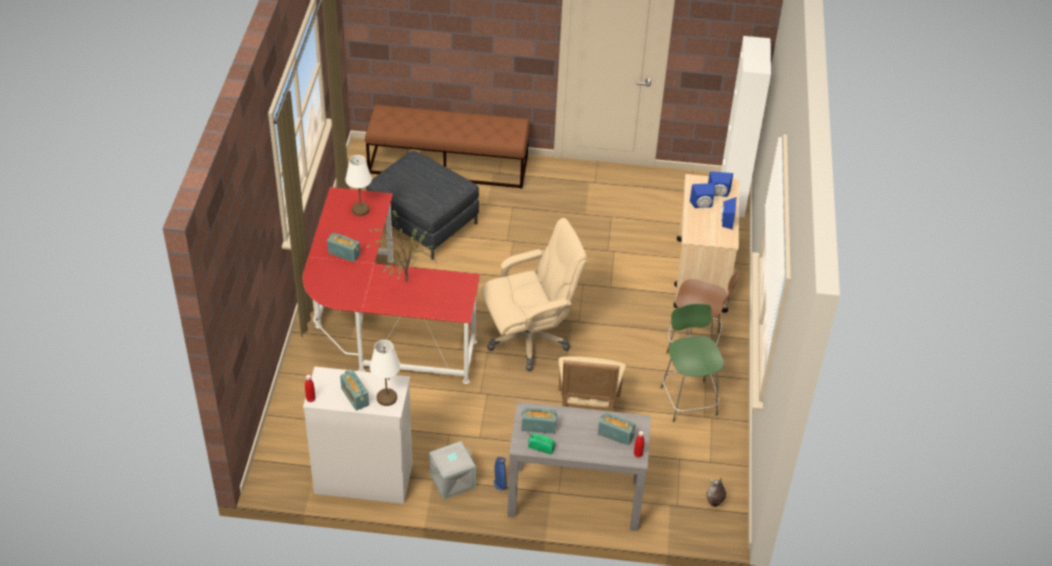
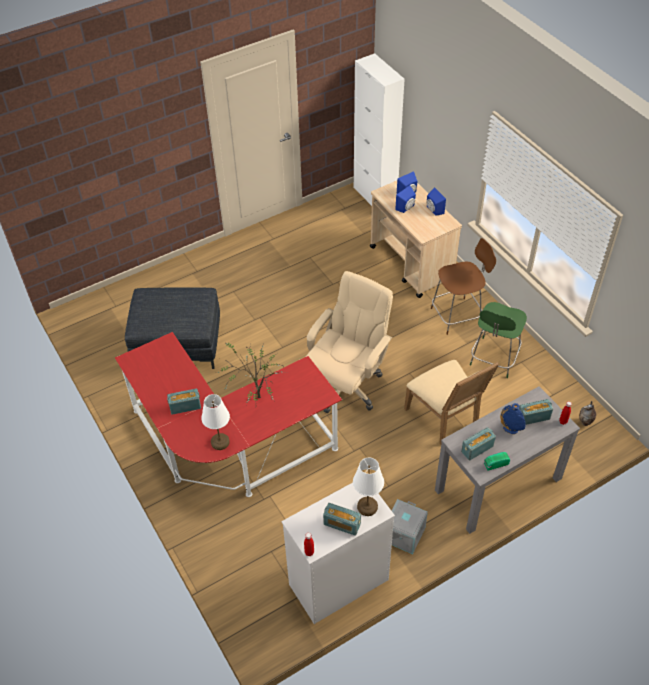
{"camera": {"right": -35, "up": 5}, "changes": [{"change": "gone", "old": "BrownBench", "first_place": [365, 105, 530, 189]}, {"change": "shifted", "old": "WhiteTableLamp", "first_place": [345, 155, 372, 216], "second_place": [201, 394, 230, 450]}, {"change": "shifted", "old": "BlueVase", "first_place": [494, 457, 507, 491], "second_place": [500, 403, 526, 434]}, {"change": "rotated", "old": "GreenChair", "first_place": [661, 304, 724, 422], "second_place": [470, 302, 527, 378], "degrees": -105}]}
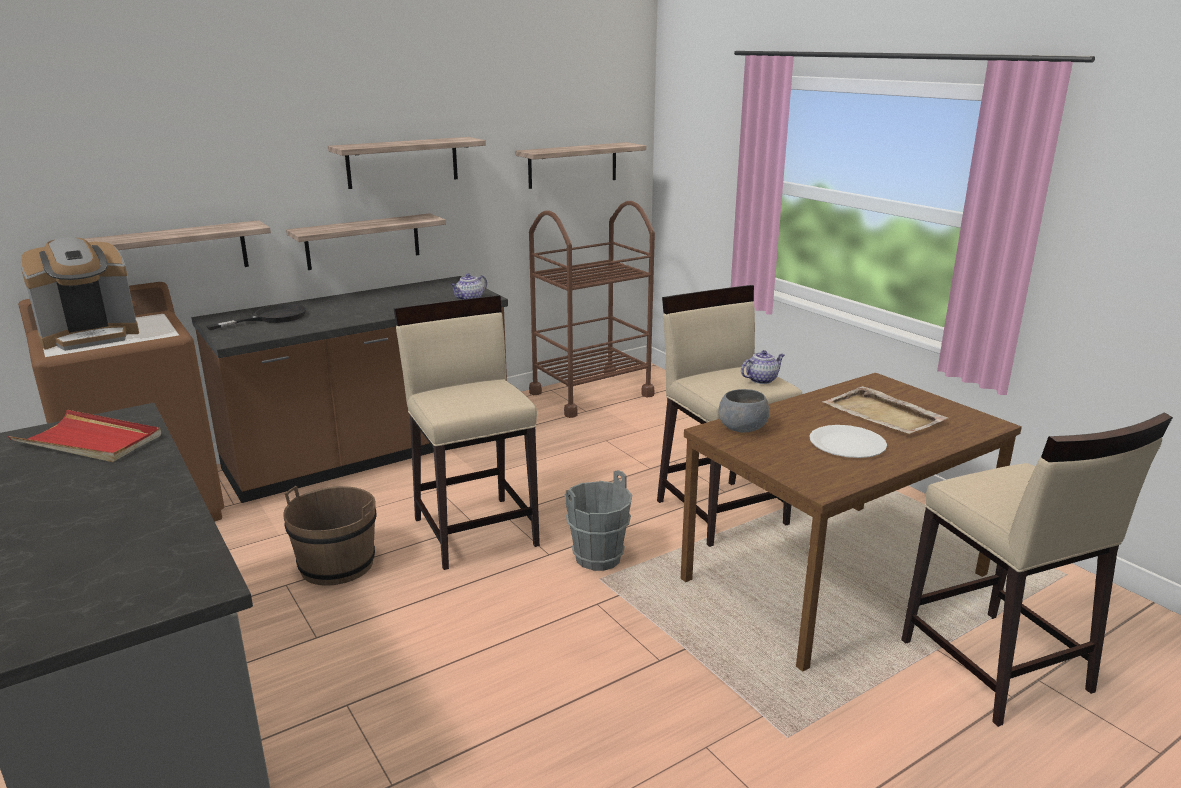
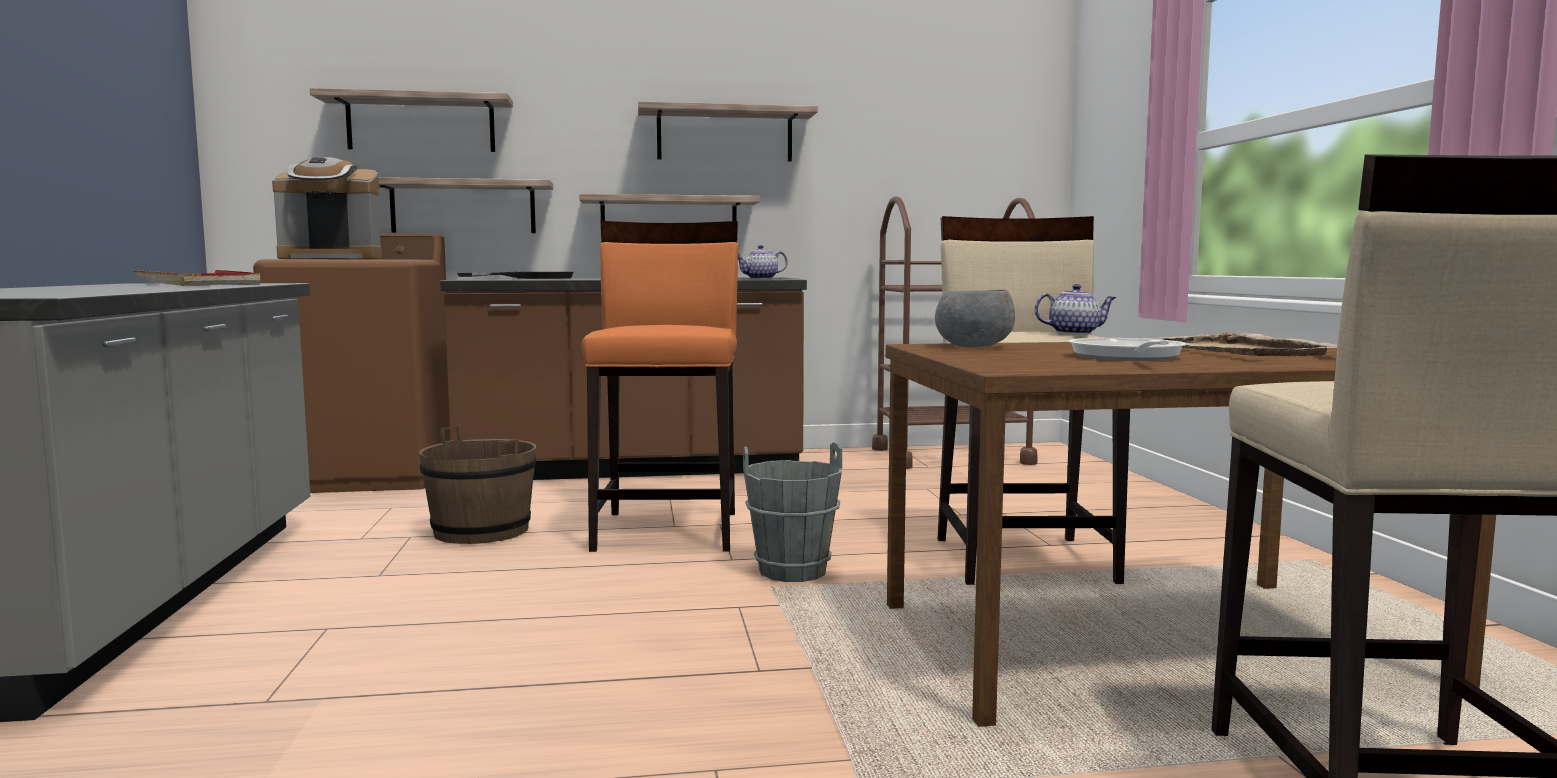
{"camera": {"right": 25, "up": -15}, "changes": [{"change": "shifted", "old": "Shelf", "first_place": [515, 142, 646, 189], "second_place": [310, 88, 513, 152]}, {"change": "swapped", "old": "WhitePlate", "new": "FryingPan", "first_place": [809, 425, 887, 458], "second_place": [1068, 338, 1186, 361]}, {"change": "repainted", "old": "BeigeStool", "new": "OrangeStool", "first_place": [394, 295, 540, 570], "second_place": [582, 221, 738, 552]}]}
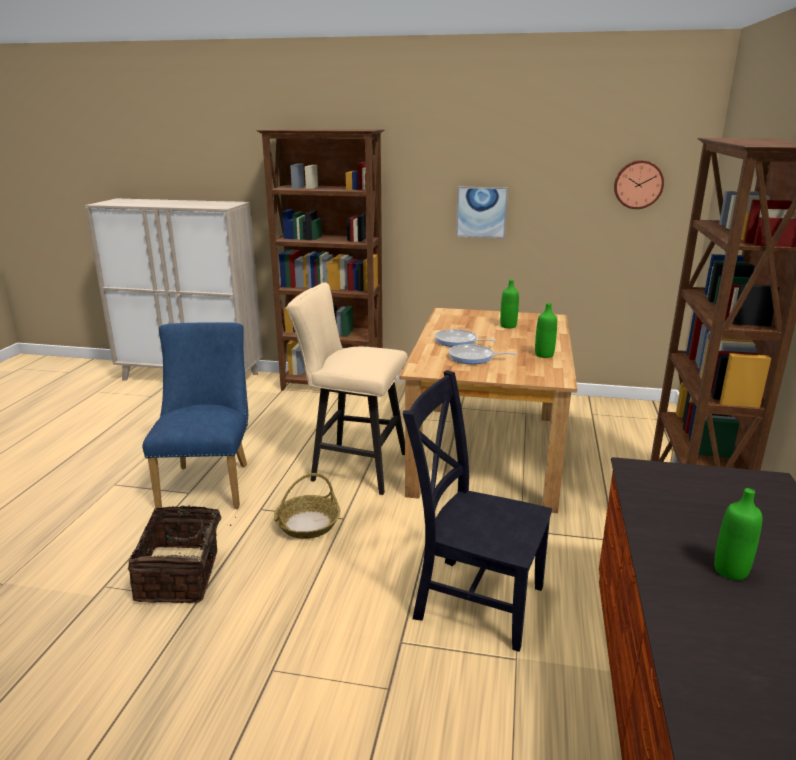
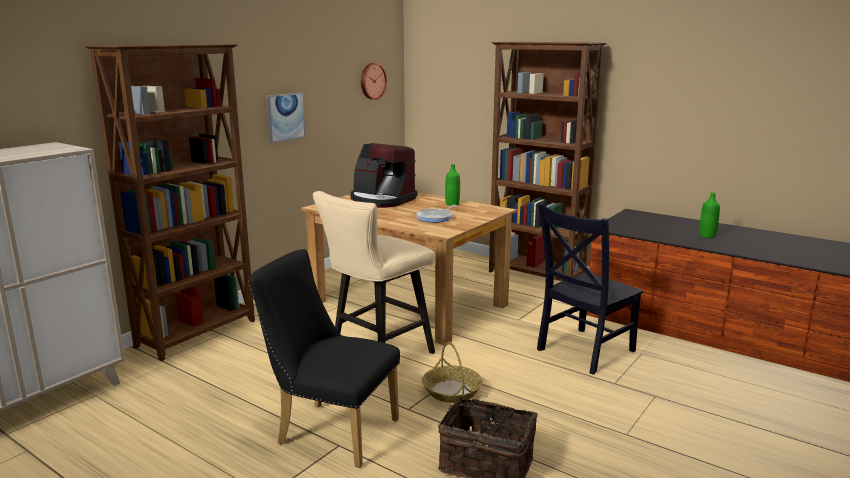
{"camera": {"right": -65, "up": -5}, "changes": [{"change": "gone", "old": "FryingPan", "first_place": [435, 329, 496, 347]}, {"change": "swapped", "old": "GreenBottle", "new": "CoffeeMachine", "first_place": [500, 280, 519, 328], "second_place": [350, 143, 417, 208]}, {"change": "repainted", "old": "BlueChair", "new": "BlackChair", "first_place": [142, 322, 248, 509], "second_place": [248, 249, 400, 468]}]}
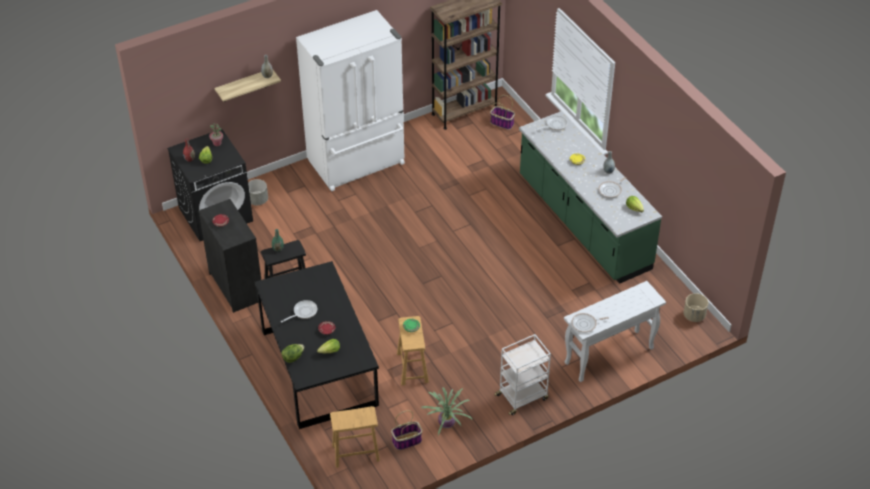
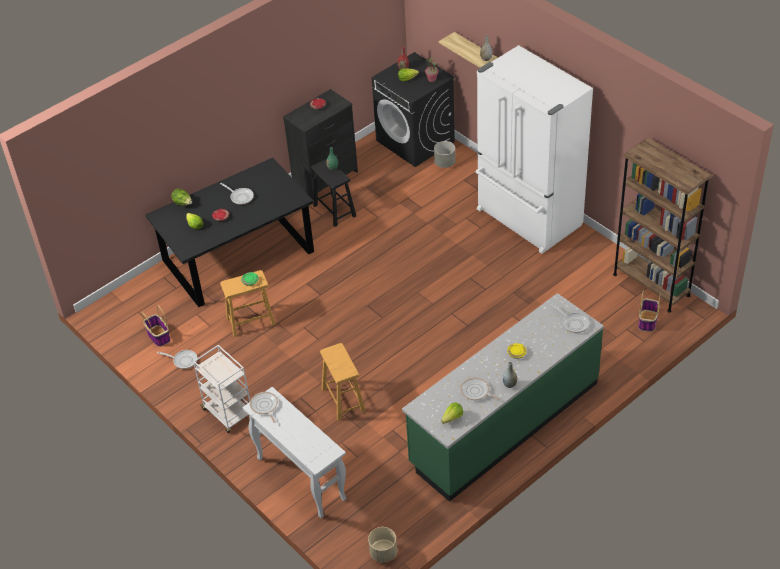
{"camera": {"right": 80, "up": 0}, "changes": [{"change": "shifted", "old": "BrownStool", "first_place": [330, 406, 380, 468], "second_place": [320, 343, 366, 421]}, {"change": "swapped", "old": "PottedPlant", "new": "FryingPan", "first_place": [421, 387, 473, 435], "second_place": [157, 350, 197, 369]}]}
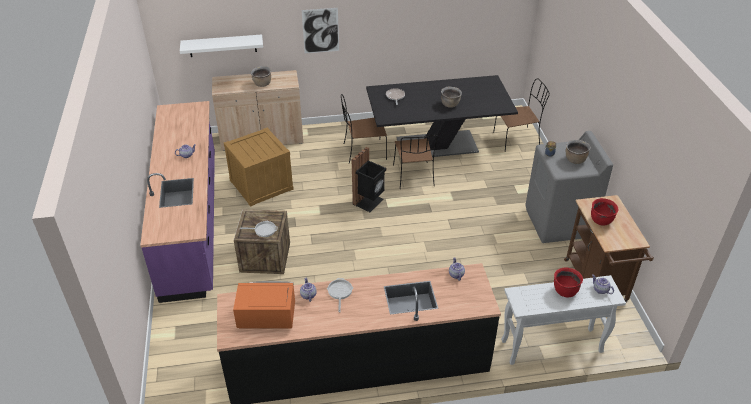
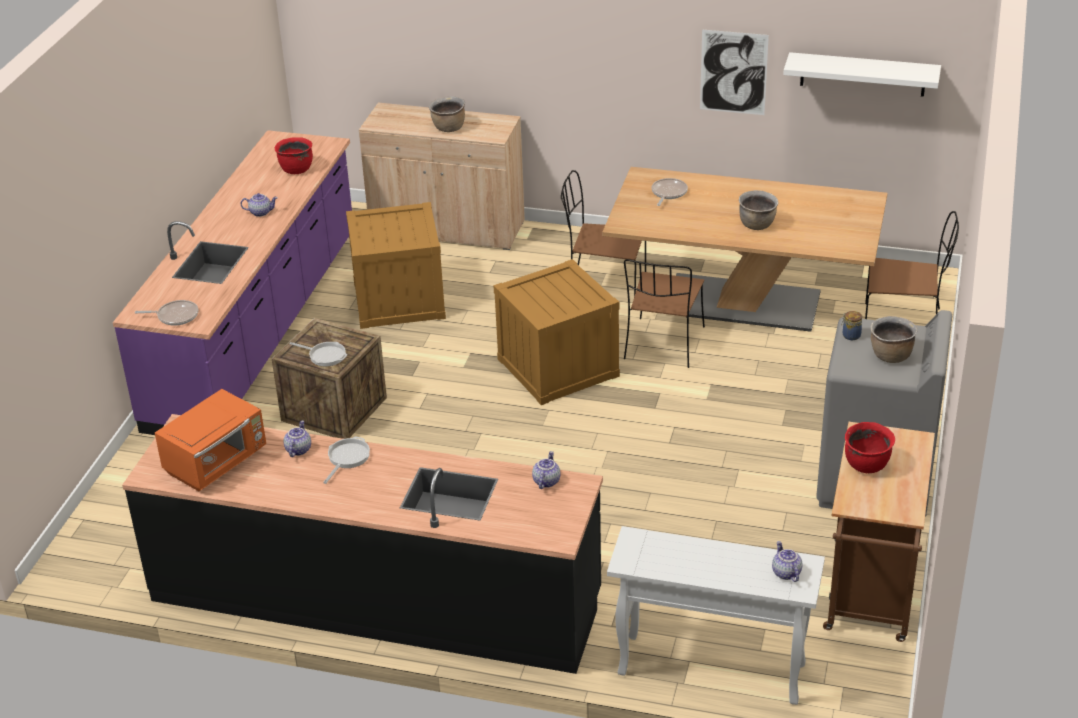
{"camera": {"right": 25, "up": -5}, "changes": [{"change": "new", "new": "FryingPan", "second_place": [135, 300, 198, 326]}, {"change": "shifted", "old": "WhiteShelf", "first_place": [180, 34, 263, 57], "second_place": [783, 52, 941, 97]}, {"change": "shifted", "old": "Picture", "first_place": [302, 8, 339, 53], "second_place": [700, 30, 769, 115]}, {"change": "shifted", "old": "RedCookingPot", "first_place": [554, 267, 583, 297], "second_place": [275, 137, 313, 174]}, {"change": "swapped", "old": "BlackTrashCan", "new": "Crate", "first_place": [351, 147, 386, 212], "second_place": [493, 259, 620, 405]}, {"change": "repainted", "old": "BlackDiningTable", "new": "BeigeDiningTable", "first_place": [366, 75, 518, 157], "second_place": [602, 167, 887, 332]}, {"change": "rotated", "old": "OrangeMicrowave", "first_place": [233, 281, 295, 328], "second_place": [155, 389, 266, 491], "degrees": 105}]}
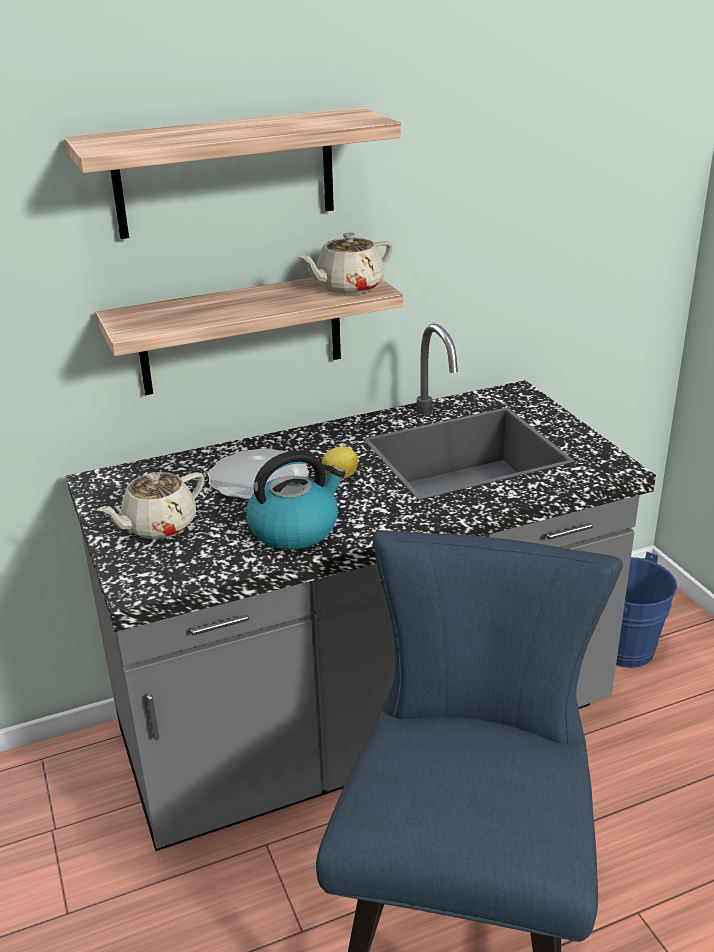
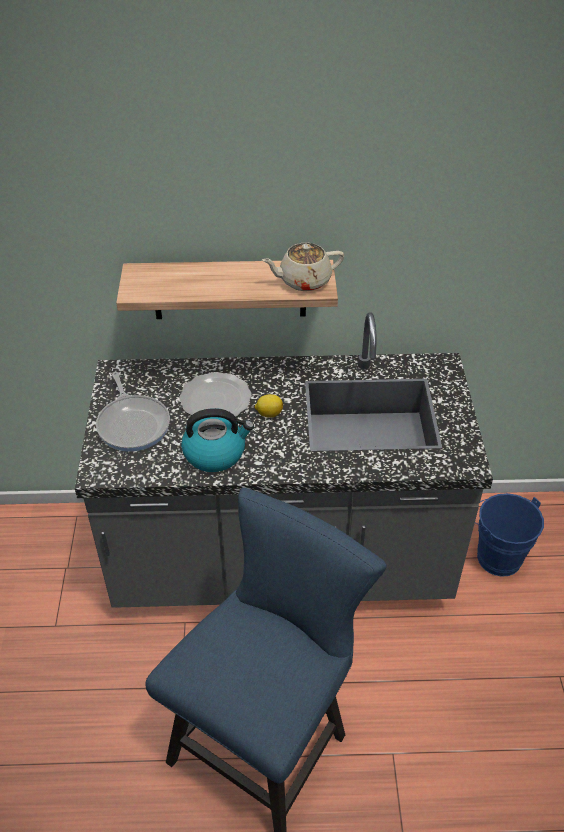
{"camera": {"right": 20, "up": 15}, "changes": [{"change": "gone", "old": "Shelf", "first_place": [64, 107, 401, 239]}, {"change": "swapped", "old": "BeigeTeapot", "new": "FryingPan", "first_place": [97, 472, 205, 539], "second_place": [96, 372, 170, 452]}]}
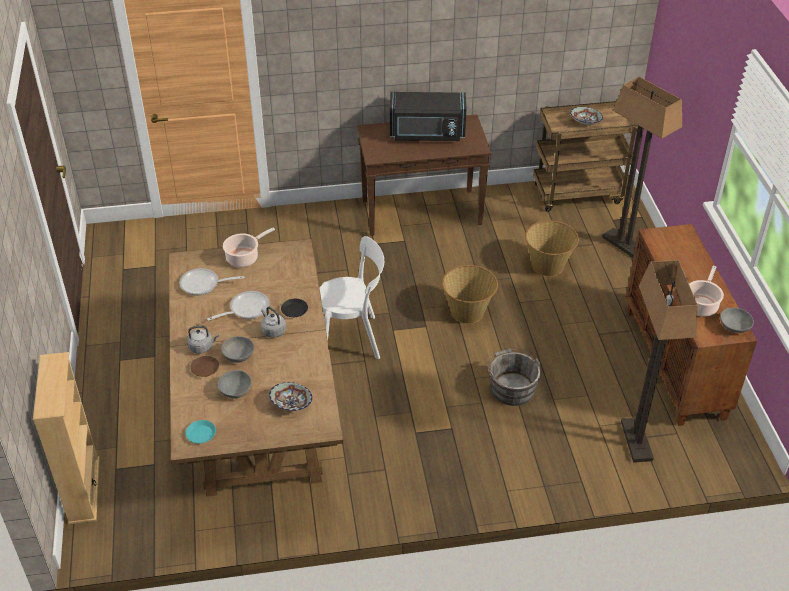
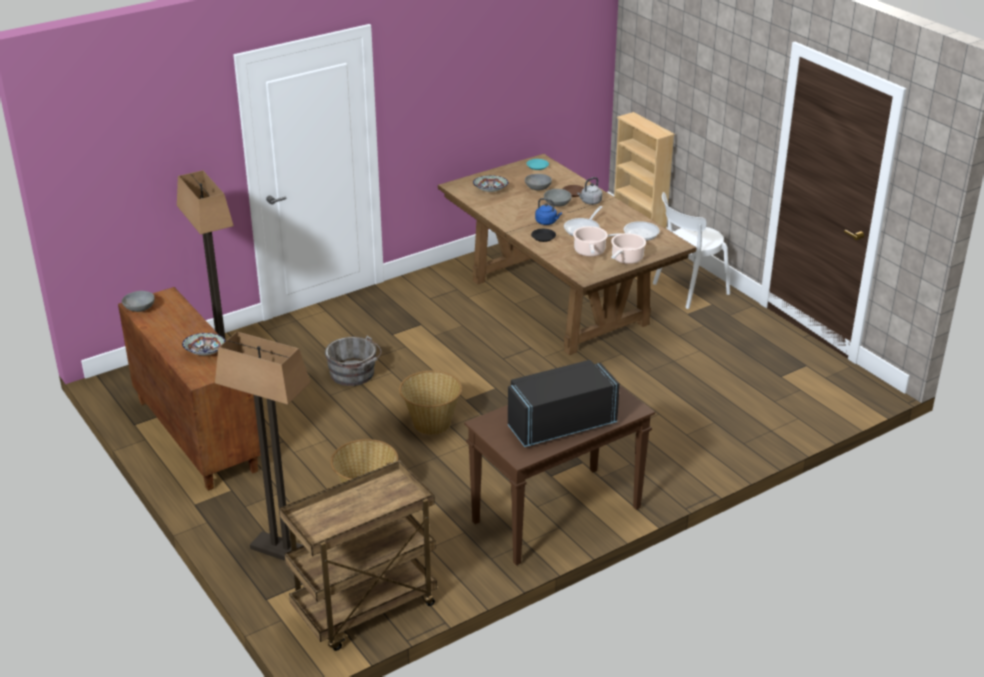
{"camera": {"right": 155, "up": -10}, "changes": [{"change": "shifted", "old": "WhiteChair", "first_place": [320, 236, 384, 359], "second_place": [653, 192, 730, 309]}, {"change": "shifted", "old": "Bowl", "first_place": [570, 107, 603, 125], "second_place": [182, 333, 226, 355]}, {"change": "shifted", "old": "CookingPot", "first_place": [689, 266, 724, 317], "second_place": [573, 226, 608, 257]}, {"change": "repainted", "old": "GreyKettle", "new": "BlueKettle", "first_place": [261, 307, 286, 338], "second_place": [535, 198, 562, 225]}]}
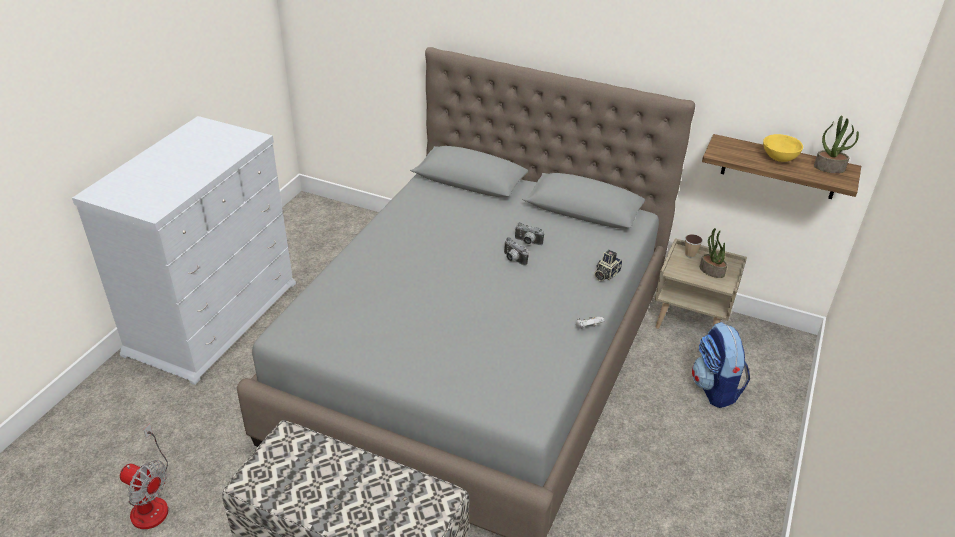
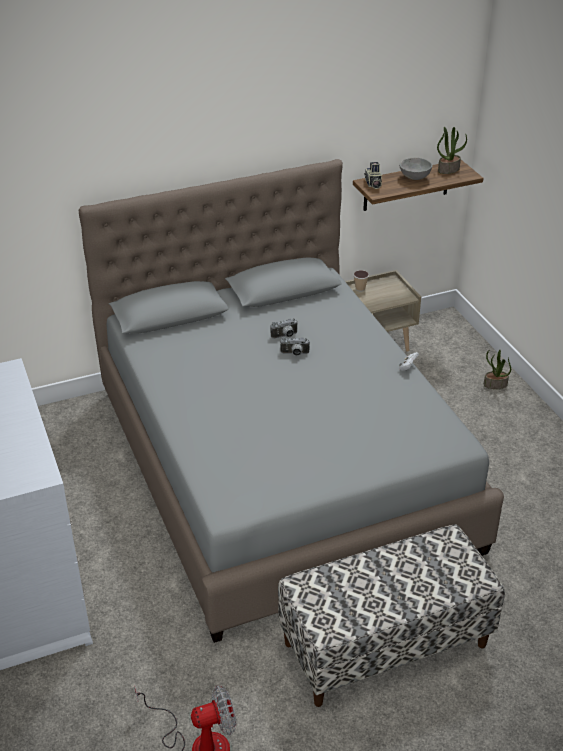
{"camera": {"right": -45, "up": 0}, "changes": [{"change": "gone", "old": "Backpack", "first_place": [692, 322, 750, 408]}, {"change": "shifted", "old": "PhotoCamera", "first_place": [594, 250, 622, 281], "second_place": [364, 162, 382, 189]}, {"change": "shifted", "old": "PottedPlant", "first_place": [700, 228, 727, 278], "second_place": [484, 350, 511, 389]}, {"change": "repainted", "old": "YellowBowl", "new": "GreyBowl", "first_place": [763, 134, 803, 162], "second_place": [399, 157, 433, 180]}]}
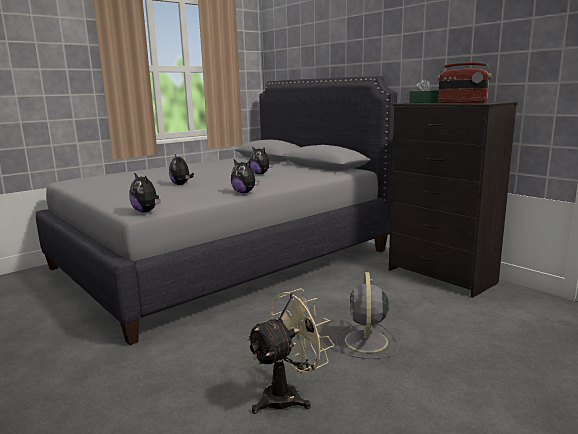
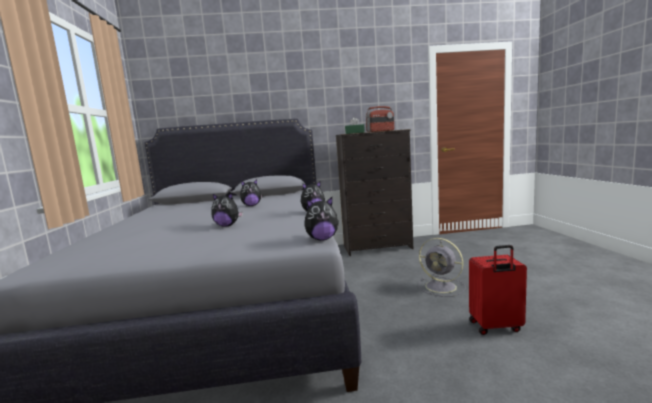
{"camera": {"right": -55, "up": -5}, "changes": [{"change": "swapped", "old": "BeigeFan", "new": "RedSuitcase", "first_place": [246, 288, 334, 414], "second_place": [469, 245, 527, 335]}]}
